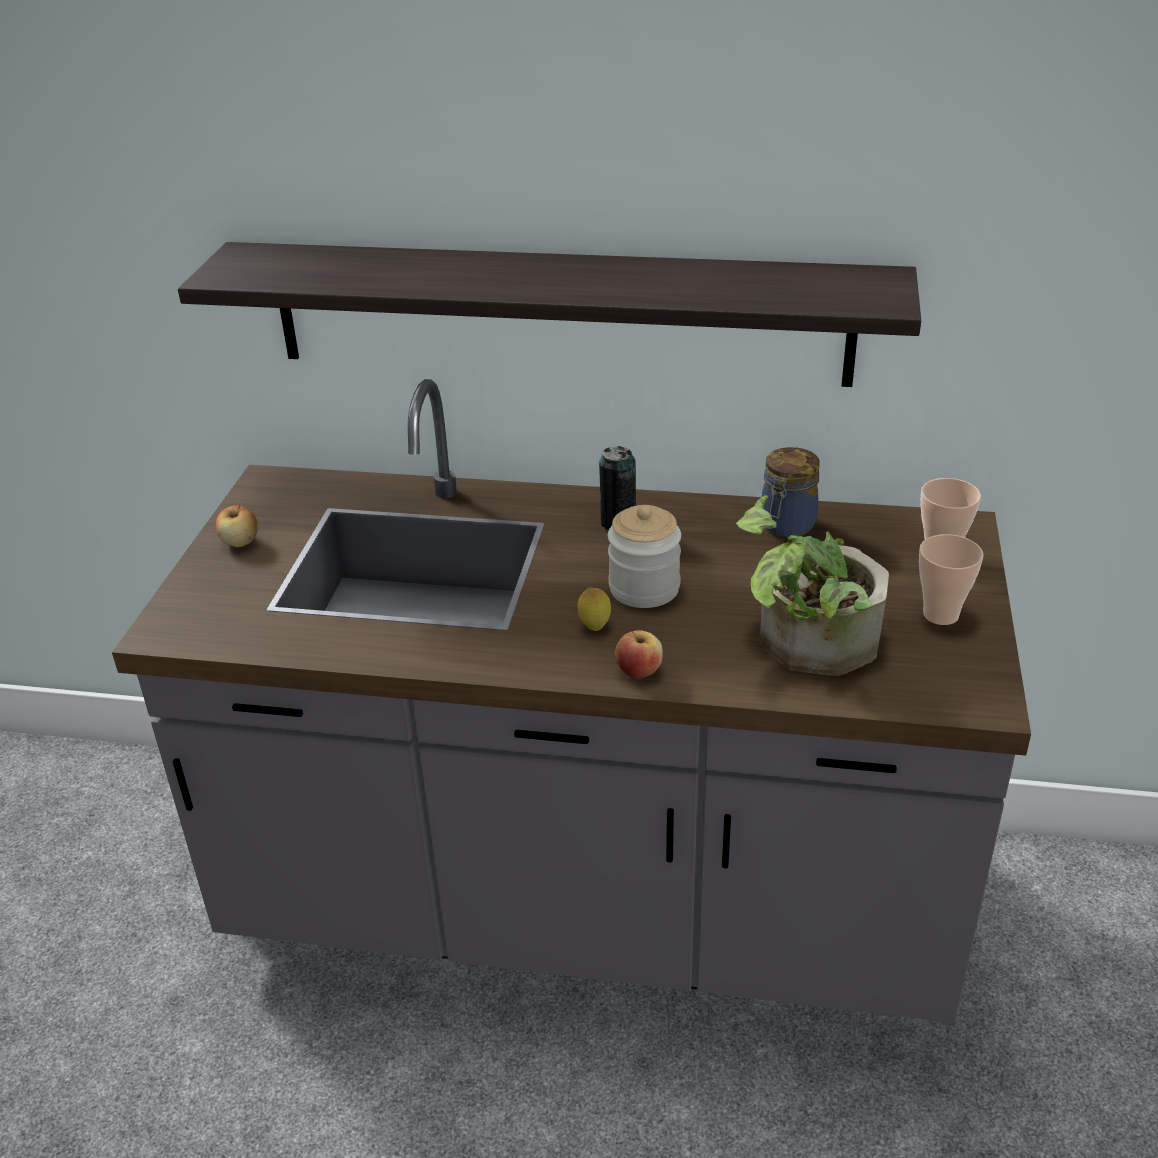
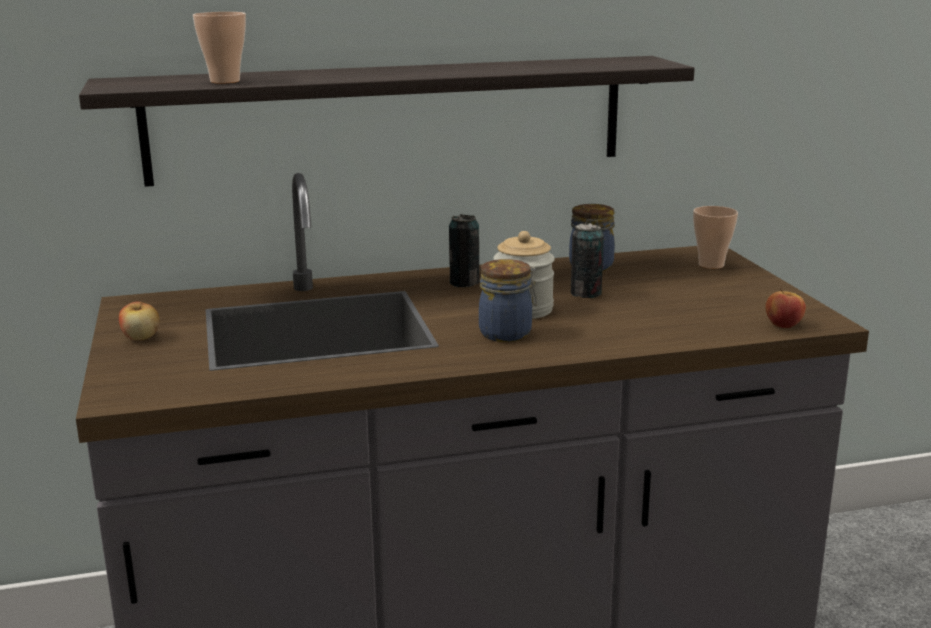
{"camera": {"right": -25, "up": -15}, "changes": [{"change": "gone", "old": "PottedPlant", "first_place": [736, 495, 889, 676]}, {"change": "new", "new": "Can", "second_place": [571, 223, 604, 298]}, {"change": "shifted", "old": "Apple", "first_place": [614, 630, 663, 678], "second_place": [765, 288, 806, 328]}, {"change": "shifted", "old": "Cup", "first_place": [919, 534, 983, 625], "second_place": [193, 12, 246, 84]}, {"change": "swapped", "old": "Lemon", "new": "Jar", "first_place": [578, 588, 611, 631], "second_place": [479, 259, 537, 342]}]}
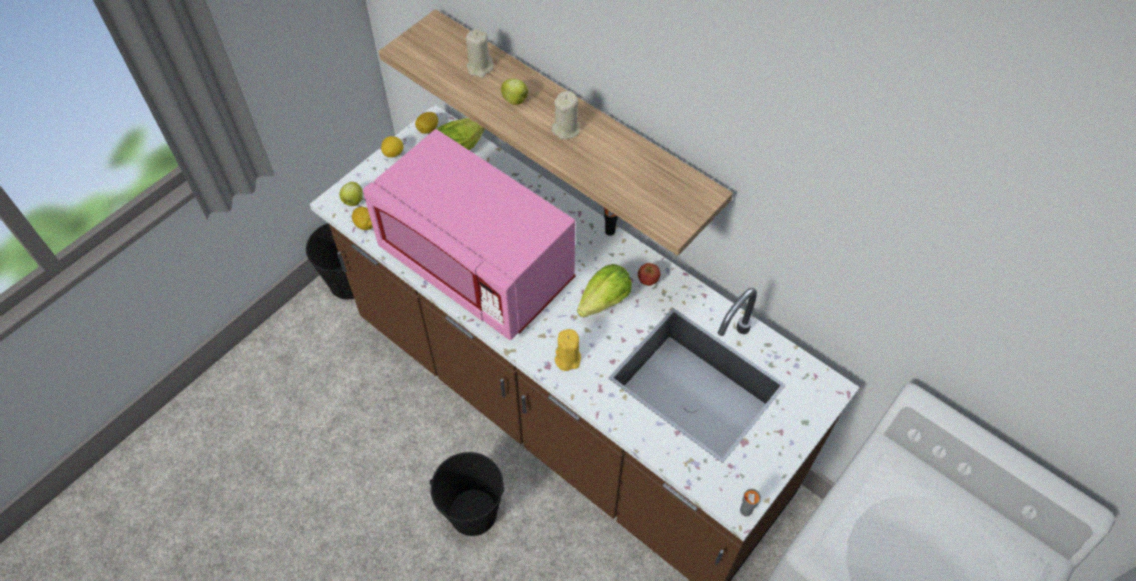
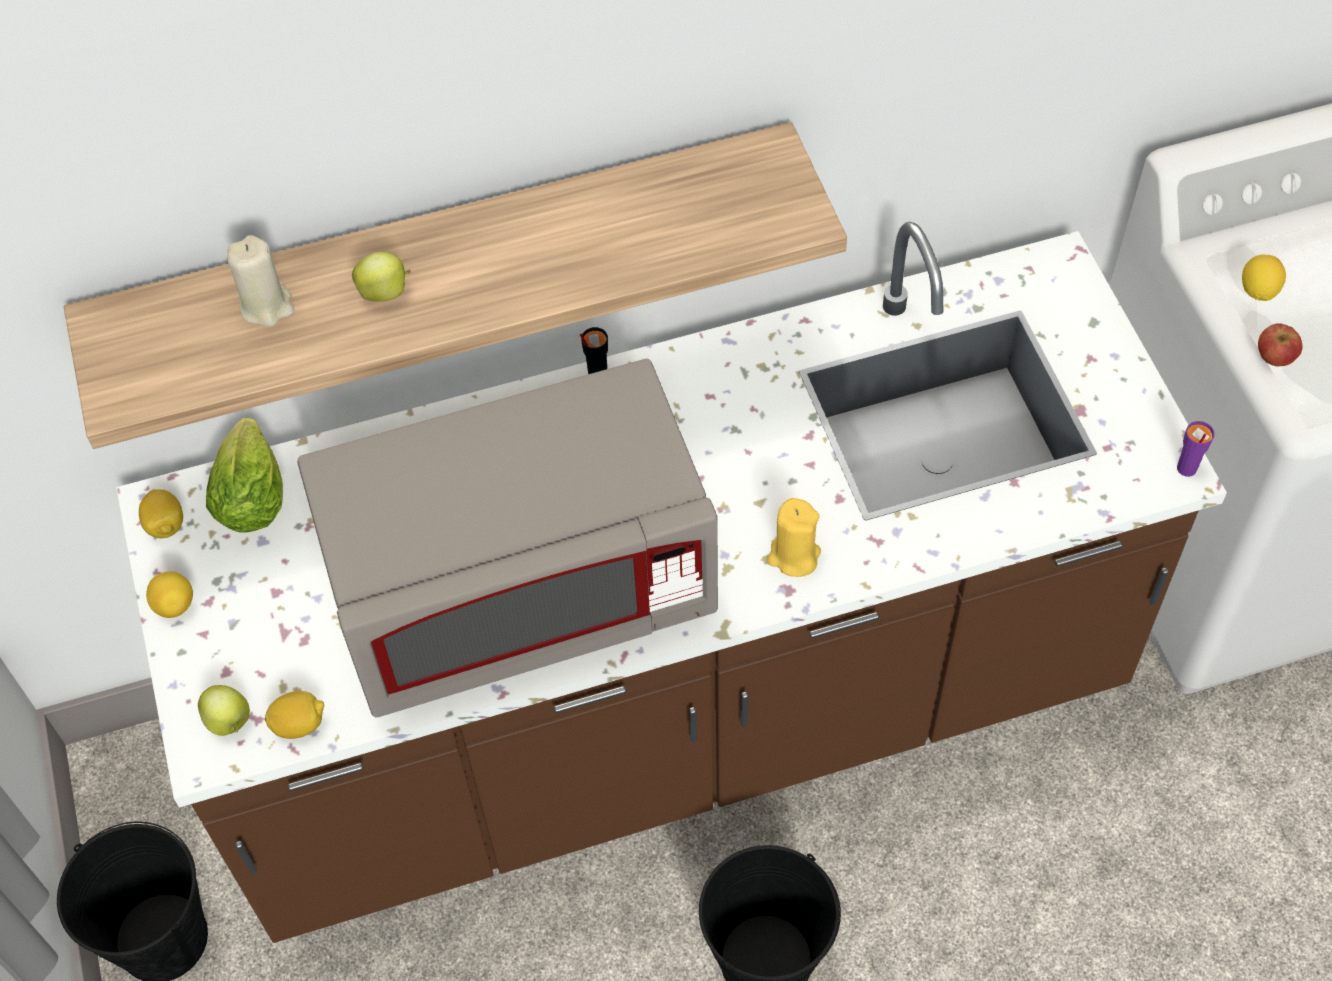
{"camera": {"right": -55, "up": 0}, "changes": [{"change": "gone", "old": "BeigeCandle", "first_place": [551, 91, 580, 140]}, {"change": "gone", "old": "Lettuce", "first_place": [577, 264, 632, 317]}, {"change": "new", "new": "Lemon", "second_place": [1242, 255, 1286, 301]}, {"change": "shifted", "old": "Apple", "first_place": [638, 263, 661, 286], "second_place": [1258, 323, 1302, 366]}, {"change": "repainted", "old": "PinkMicrowave", "new": "GreyMicrowave", "first_place": [363, 129, 576, 340], "second_place": [297, 359, 718, 717]}, {"change": "repainted", "old": "GreyCup", "new": "PurpleCup", "first_place": [740, 489, 761, 516], "second_place": [1177, 421, 1215, 477]}]}
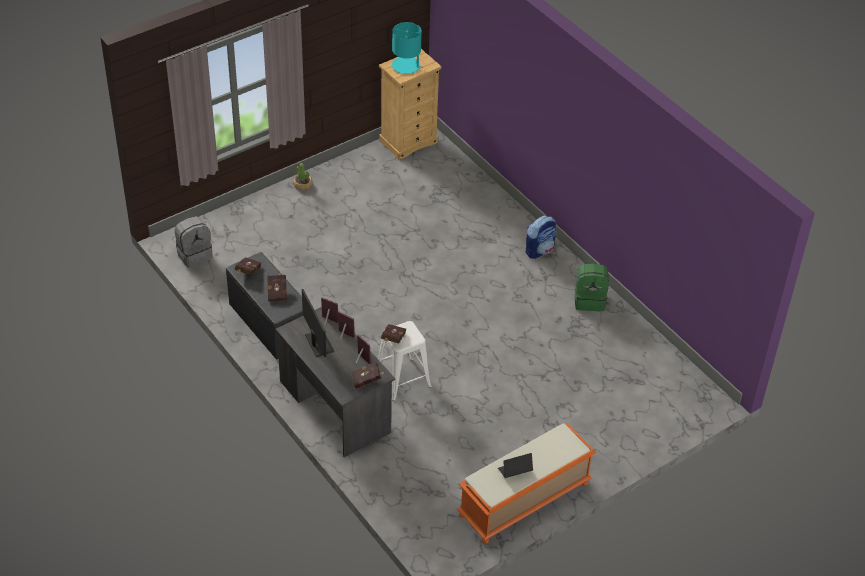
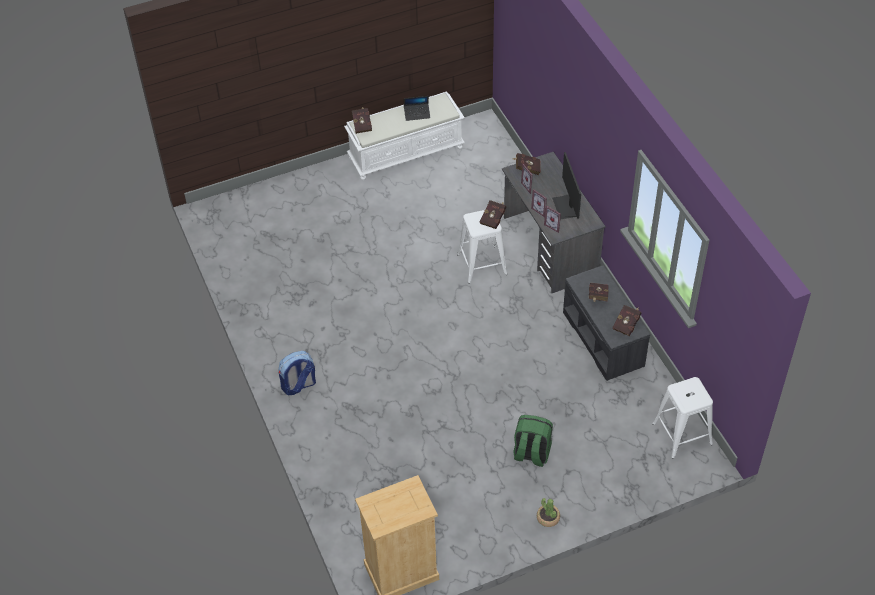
{"camera": {"right": -165, "up": 5}, "changes": [{"change": "gone", "old": "TurquoiseTableLamp", "first_place": [392, 22, 424, 74]}, {"change": "new", "new": "RedBook", "second_place": [352, 107, 372, 134]}, {"change": "shifted", "old": "GreenBackpack", "first_place": [575, 263, 609, 311], "second_place": [513, 415, 553, 467]}, {"change": "swapped", "old": "GreyBackpack", "new": "WhiteStool", "first_place": [175, 216, 213, 268], "second_place": [652, 377, 713, 459]}, {"change": "repainted", "old": "OrangeBench", "new": "WhiteBench", "first_place": [457, 423, 596, 544], "second_place": [344, 91, 465, 180]}]}
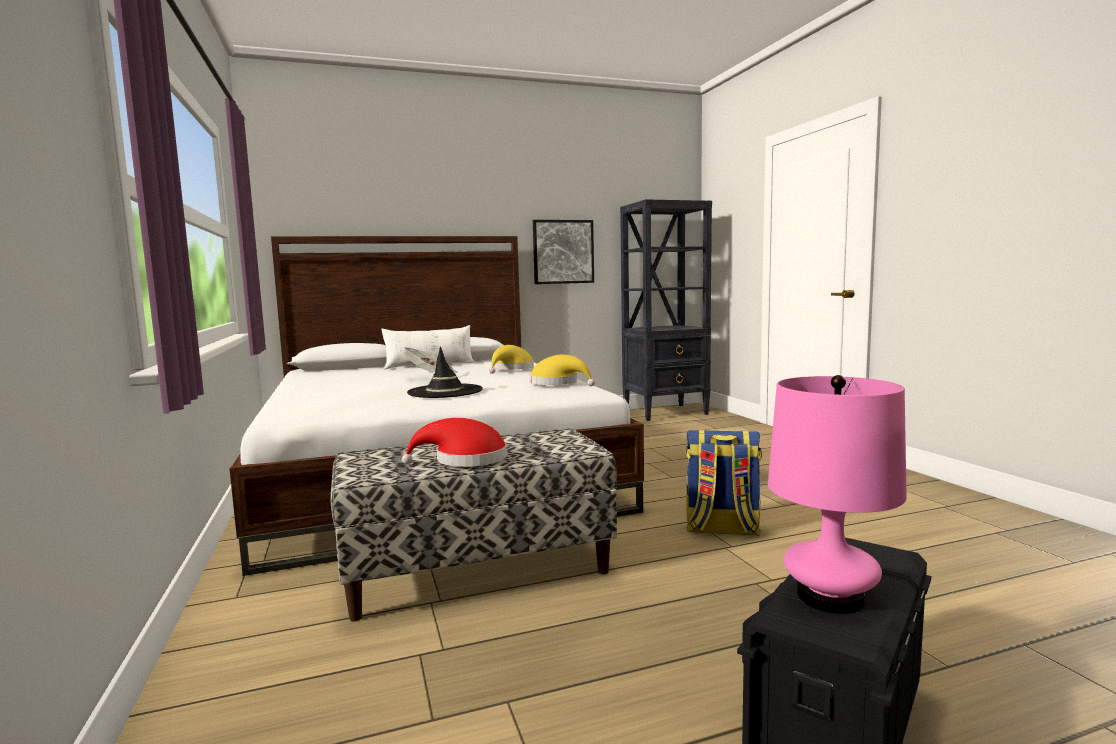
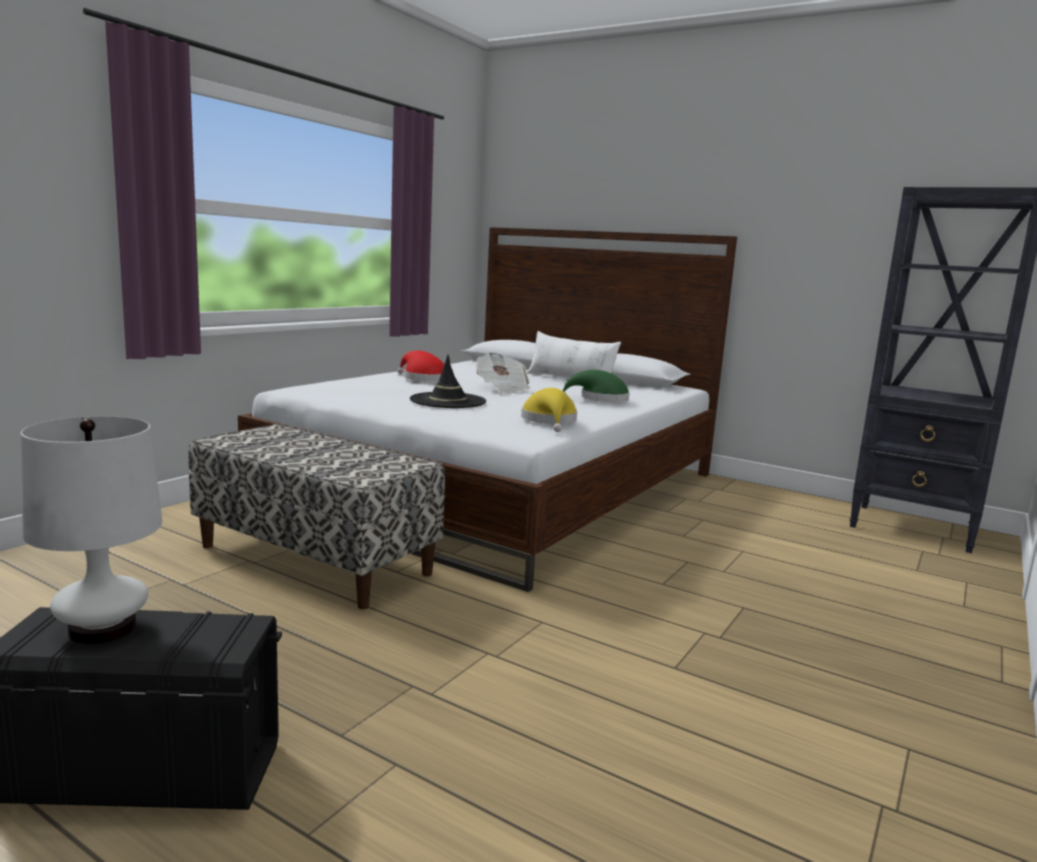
{"camera": {"right": 50, "up": 5}, "changes": [{"change": "gone", "old": "Picture", "first_place": [533, 220, 594, 284]}, {"change": "gone", "old": "Backpack", "first_place": [685, 430, 762, 535]}, {"change": "shifted", "old": "RedHat", "first_place": [402, 418, 507, 467], "second_place": [397, 350, 444, 381]}, {"change": "repainted", "old": "YellowHat", "new": "GreenHat", "first_place": [489, 345, 534, 374], "second_place": [563, 370, 630, 402]}, {"change": "repainted", "old": "PinkTableLamp", "new": "WhiteTableLamp", "first_place": [768, 375, 907, 614], "second_place": [20, 416, 162, 644]}]}
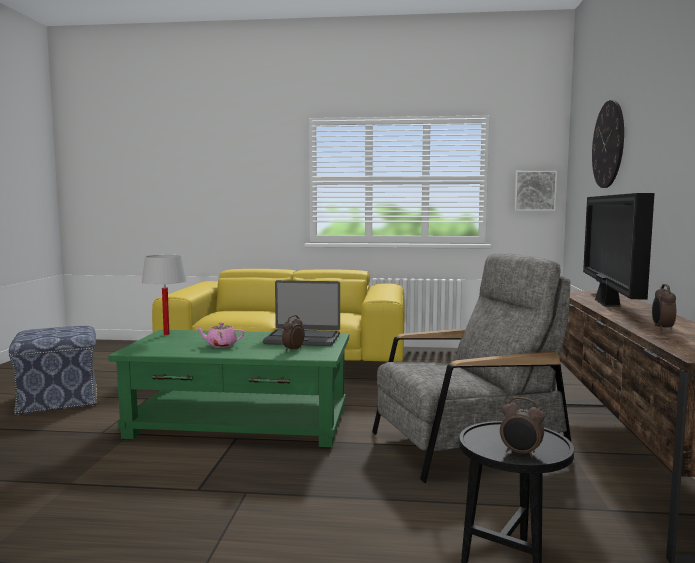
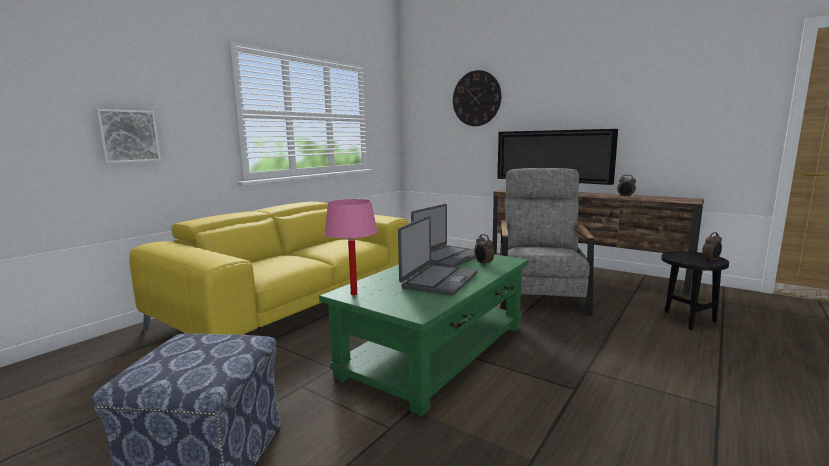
{"camera": {"right": -60, "up": 5}, "changes": [{"change": "shifted", "old": "Picture", "first_place": [514, 171, 557, 211], "second_place": [95, 109, 161, 163]}, {"change": "swapped", "old": "PinkTeapot", "new": "Laptop", "first_place": [196, 323, 244, 348], "second_place": [398, 216, 477, 295]}, {"change": "repainted", "old": "WhiteTableLamp", "new": "PinkTableLamp", "first_place": [141, 255, 187, 335], "second_place": [324, 199, 378, 295]}]}
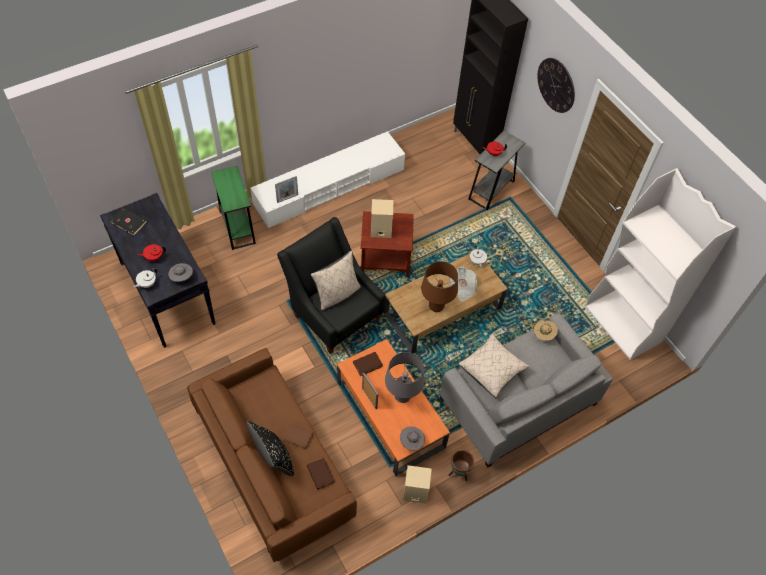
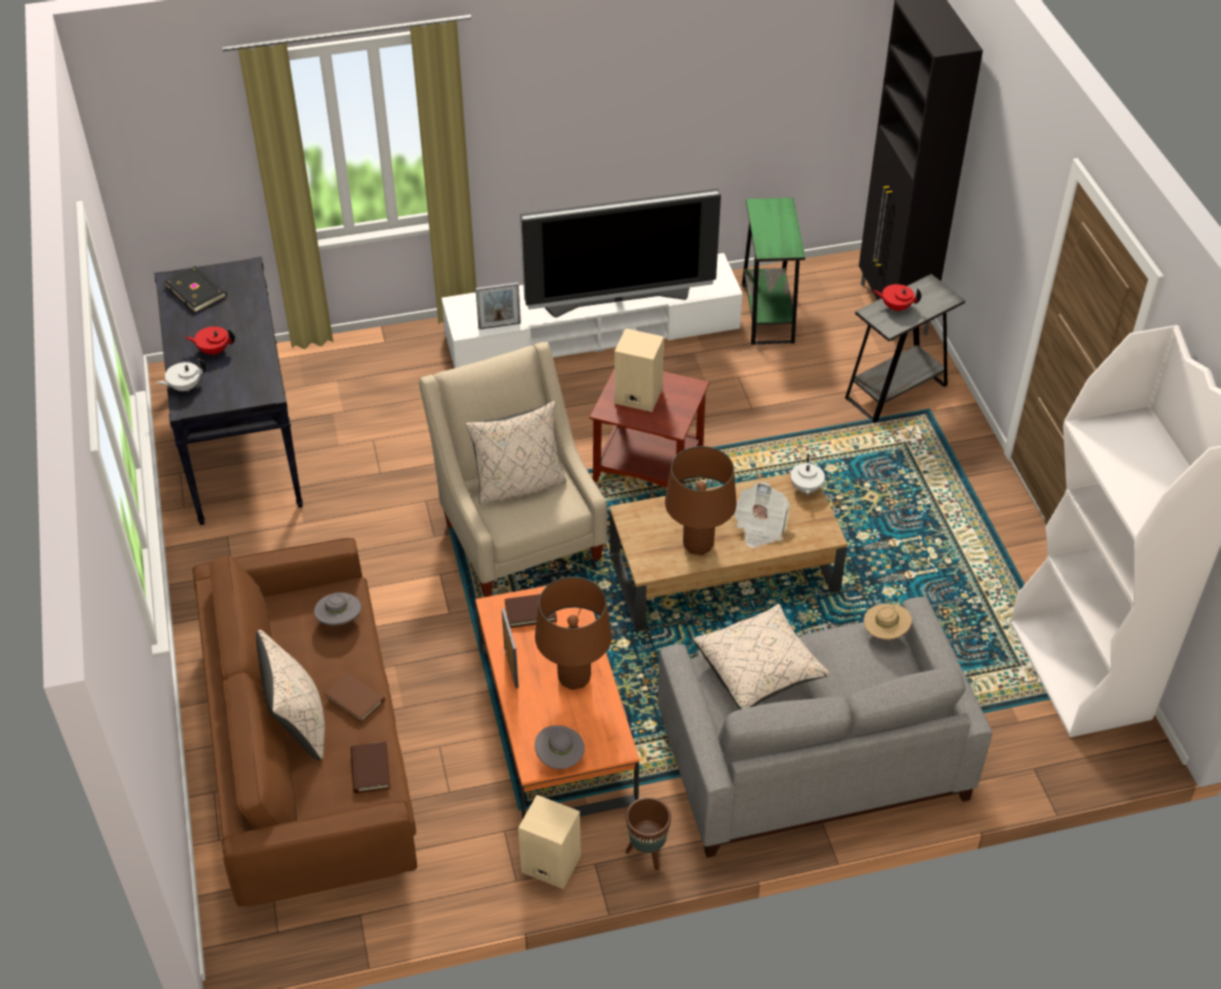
{"camera": {"right": 20, "up": -10}, "changes": [{"change": "gone", "old": "WallClock", "first_place": [538, 58, 575, 113]}, {"change": "new", "new": "Television", "second_place": [520, 189, 721, 318]}, {"change": "shifted", "old": "GreyHat", "first_place": [168, 263, 193, 282], "second_place": [314, 592, 361, 625]}, {"change": "shifted", "old": "GreenSideTable", "first_place": [211, 166, 256, 250], "second_place": [742, 198, 805, 345]}, {"change": "repainted", "old": "BlackPillow", "new": "BeigePillow", "first_place": [247, 421, 294, 476], "second_place": [256, 630, 325, 760]}, {"change": "repainted", "old": "BlackArmchair", "new": "BeigeArmchair", "first_place": [277, 217, 386, 354], "second_place": [419, 342, 607, 597]}, {"change": "repainted", "old": "GreyTableLamp", "new": "BrownTableLamp", "first_place": [385, 352, 425, 403], "second_place": [535, 577, 612, 690]}]}
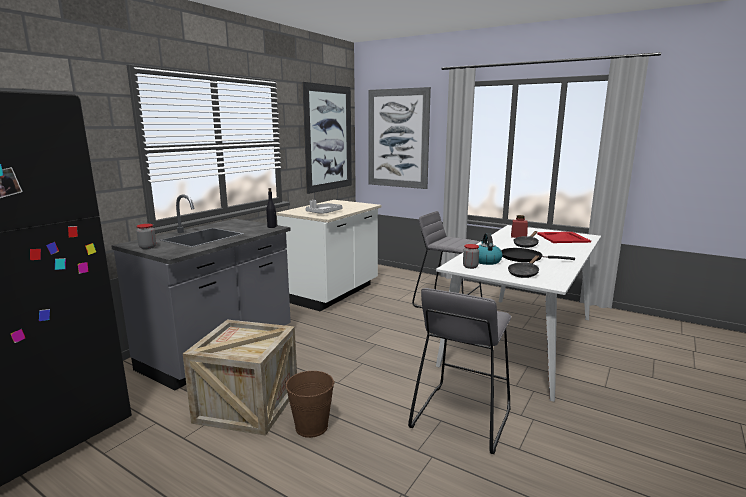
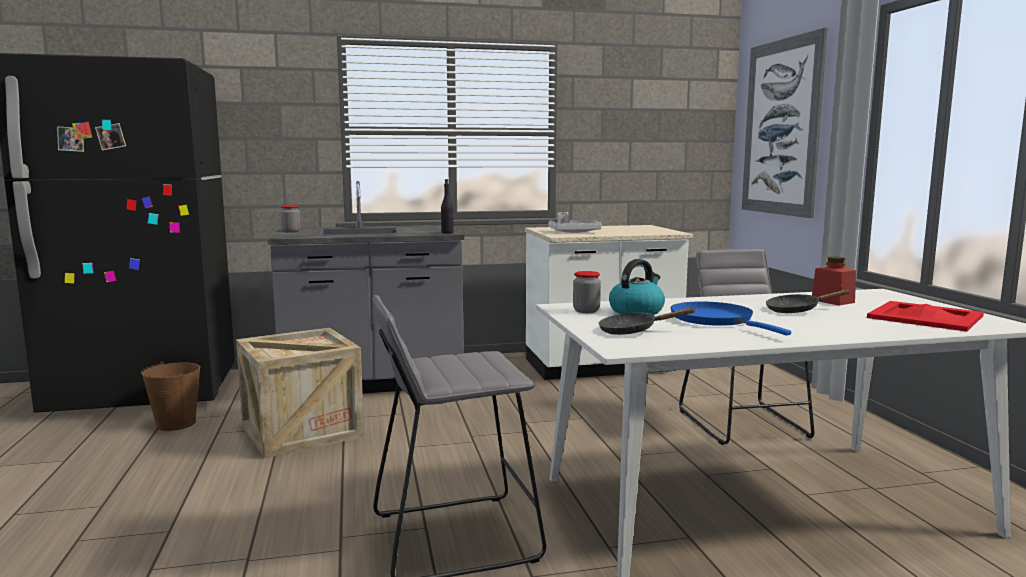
{"camera": {"right": 45, "up": -5}, "changes": [{"change": "gone", "old": "Picture", "first_place": [302, 82, 352, 194]}, {"change": "shifted", "old": "BrownBucket", "first_place": [285, 371, 335, 438], "second_place": [141, 362, 200, 431]}, {"change": "repainted", "old": "BlackFryingPan", "new": "BlueFryingPan", "first_place": [501, 248, 575, 262], "second_place": [670, 302, 791, 335]}]}
